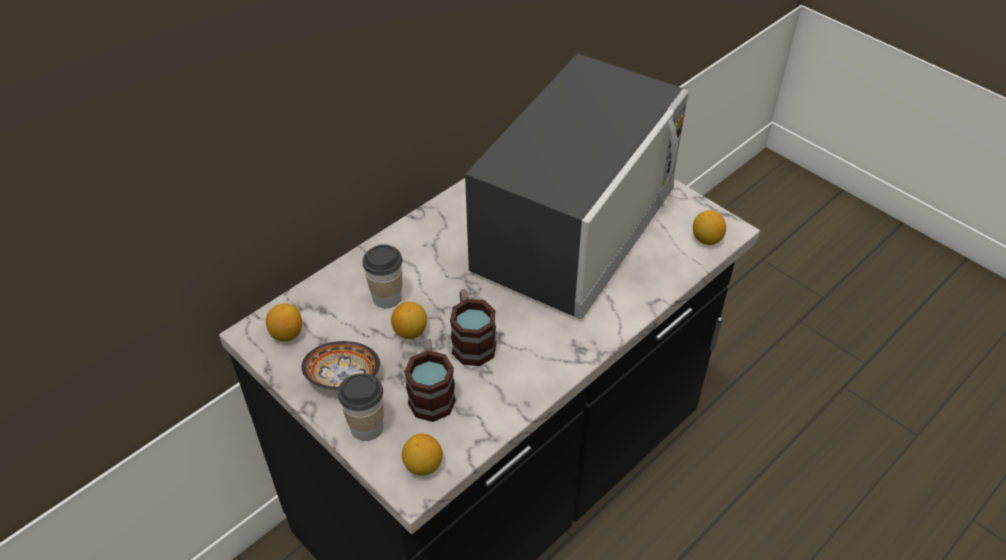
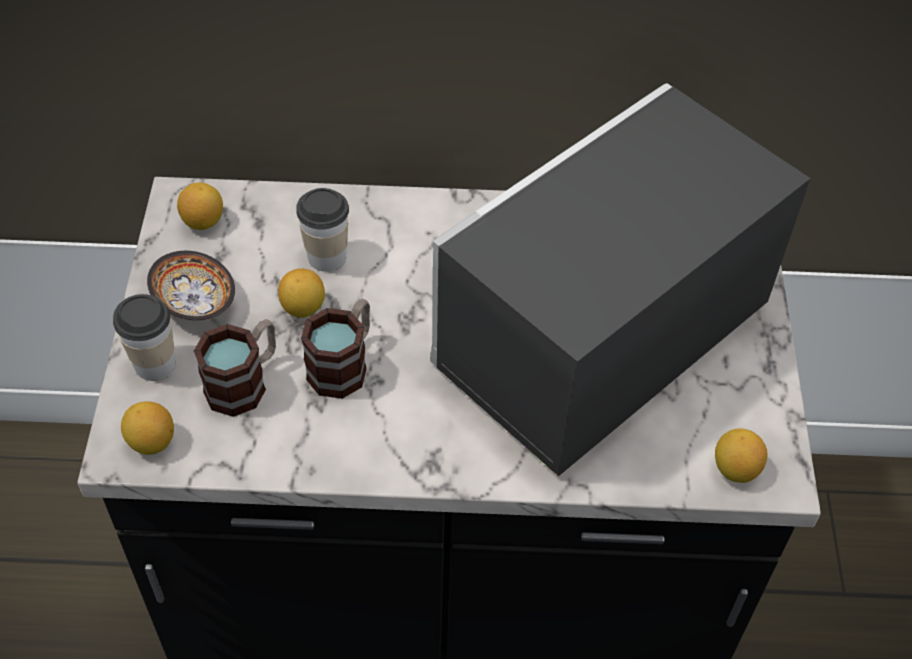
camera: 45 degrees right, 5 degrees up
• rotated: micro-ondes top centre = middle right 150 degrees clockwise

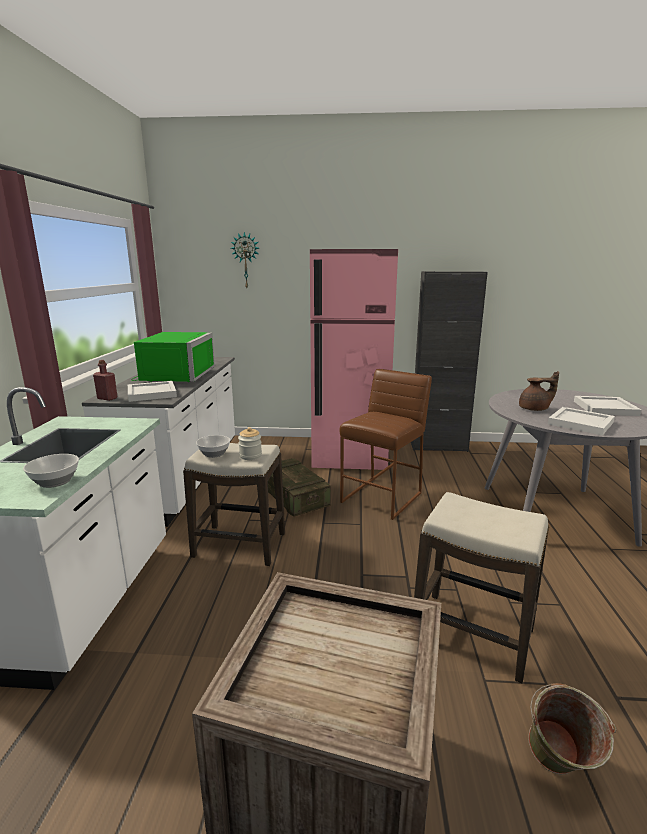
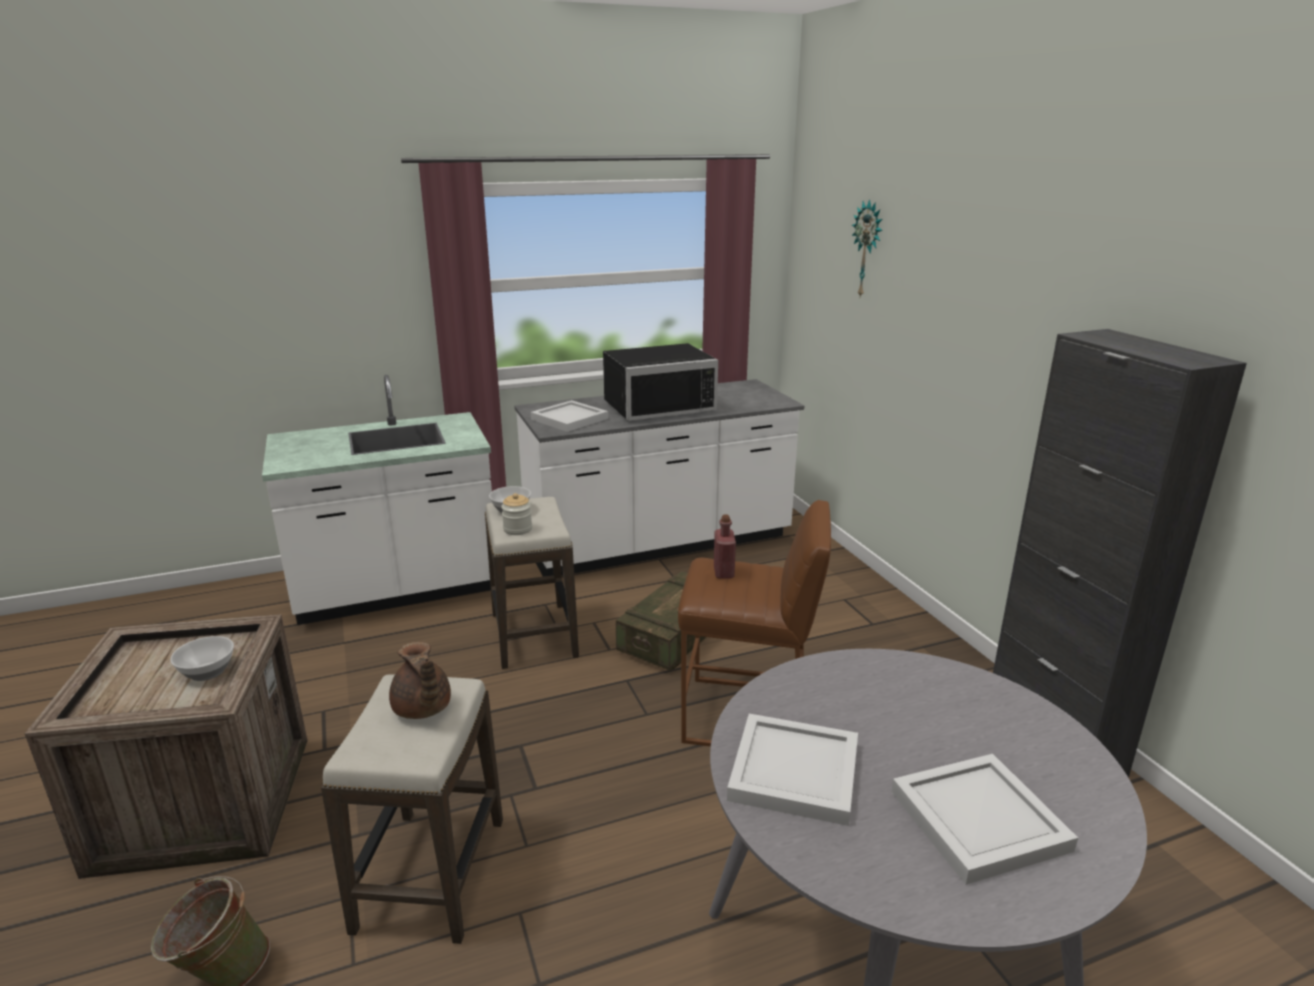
camera: 65 degrees right, 5 degrees up
• gone: réfrigérateur [rose] centre
• shifted: bol (no. 1 from left) middle left to bottom left
• shifted: bouteille [rouge] middle left to centre
• shifted: théière [marron] middle right to bottom left
• repainted: micro-ondes [vert] middle left to micro-ondes [noir] centre

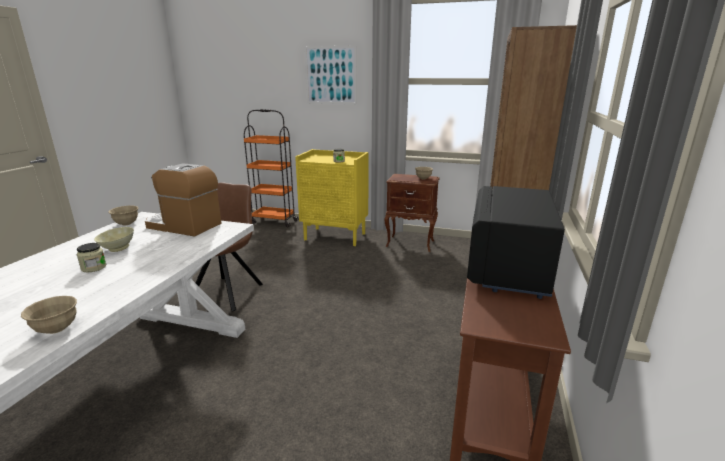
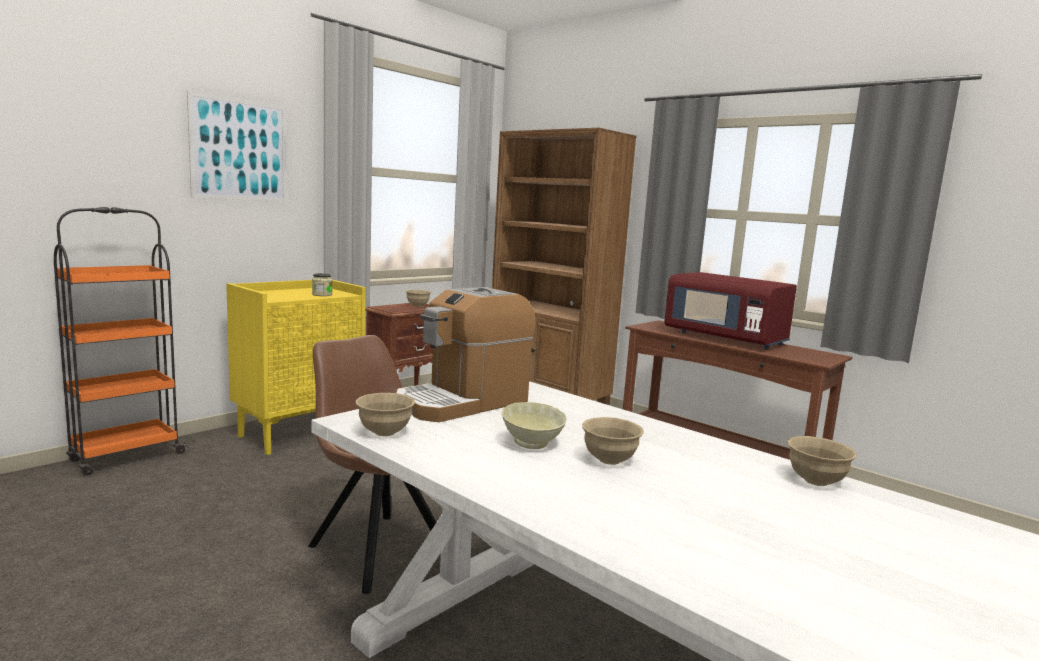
camera: 65 degrees left, 10 degrees down
• swapped: bocal (no. 1 from left) middle left to bol [beige] (no. 4 from left) bottom centre
• repainted: micro-ondes [noir] middle right to micro-ondes [rouge] middle right

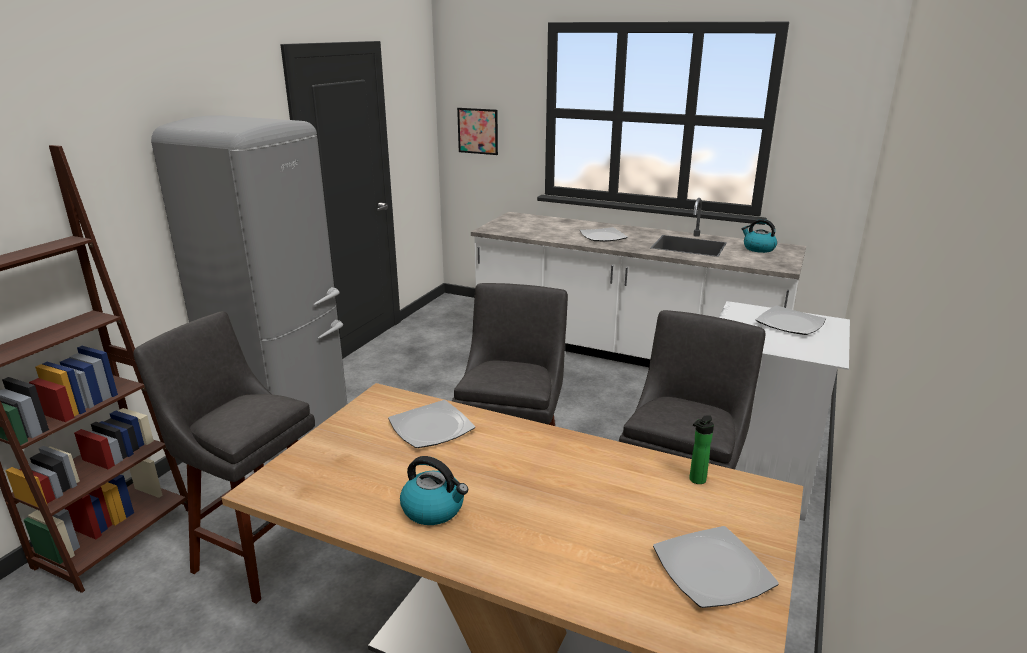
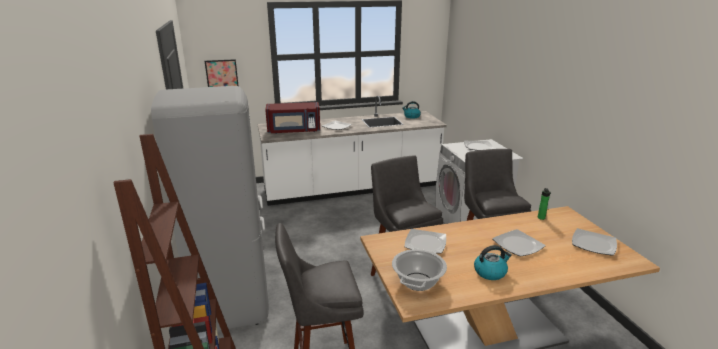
camera: 40 degrees left, 0 degrees up
• new: micro-ondes [rouge] centre
• new: marmite bottom centre
• new: assiette (no. 4 from left) bottom right

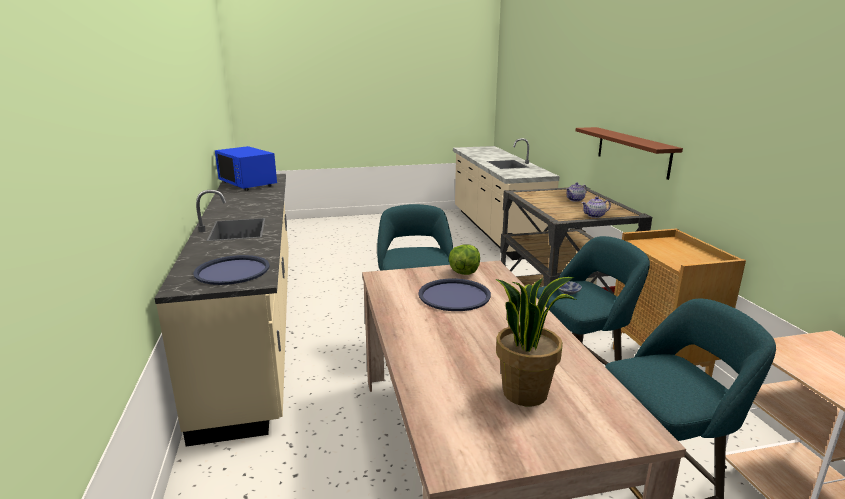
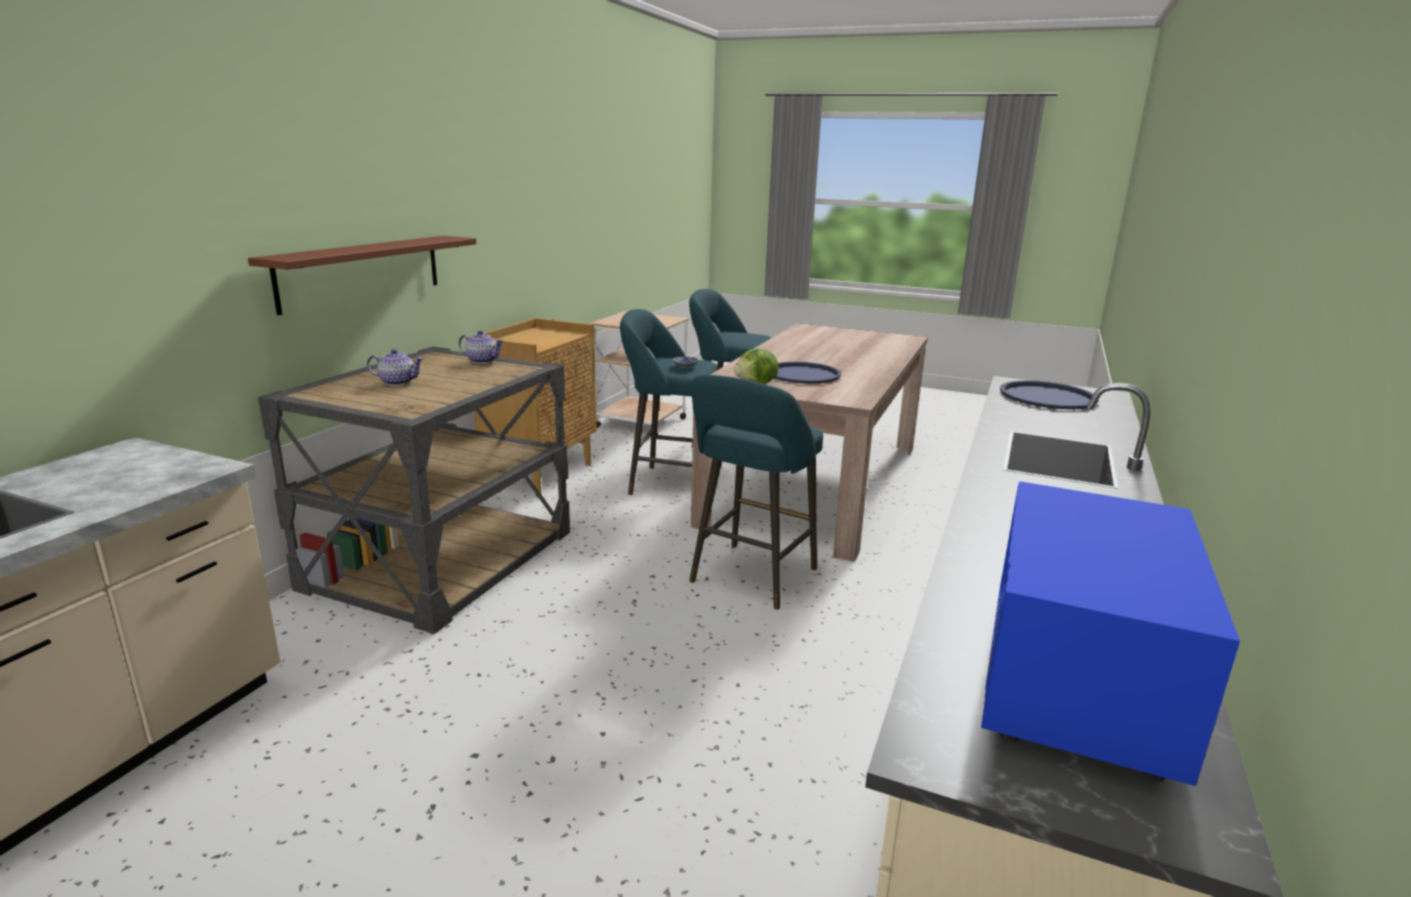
camera: 145 degrees left, 0 degrees up
• gone: plante en pot bottom centre
• rotated: micro-ondes [bleu] middle left = bottom right 150 degrees counterclockwise

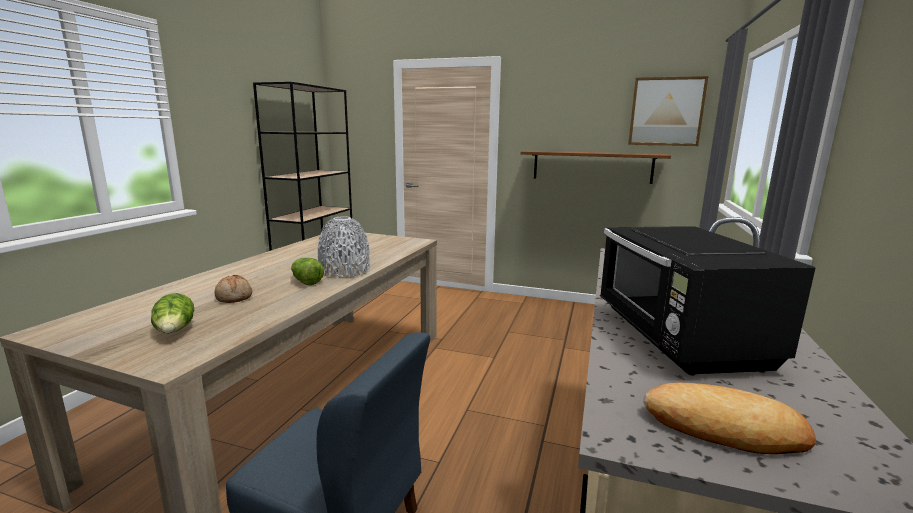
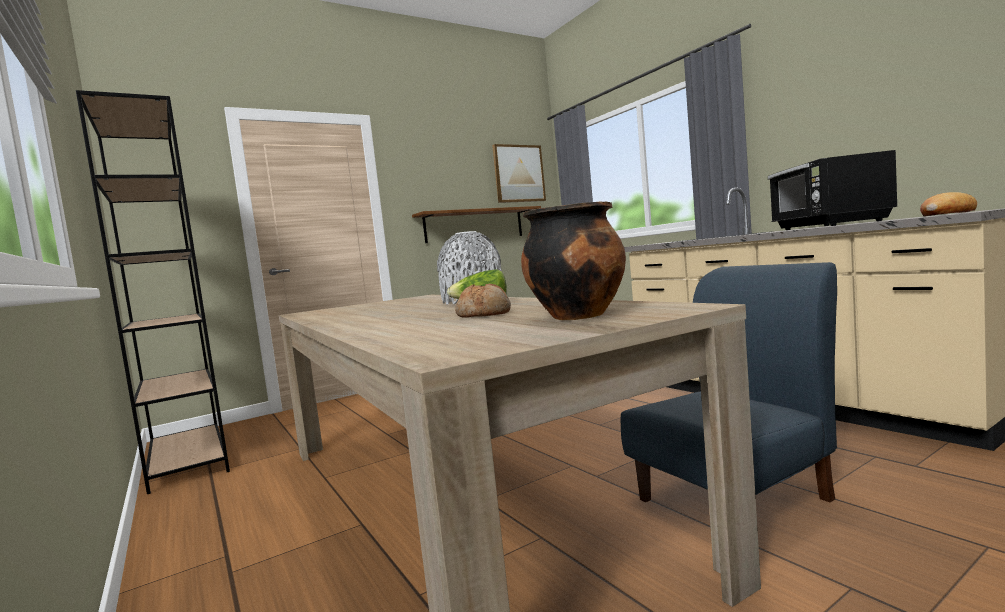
camera: 50 degrees left, 10 degrees down
• swapped: laitue (no. 1 from left) middle left to marmite centre
• rotated: micro-ondes [noir] middle right = top right 60 degrees clockwise

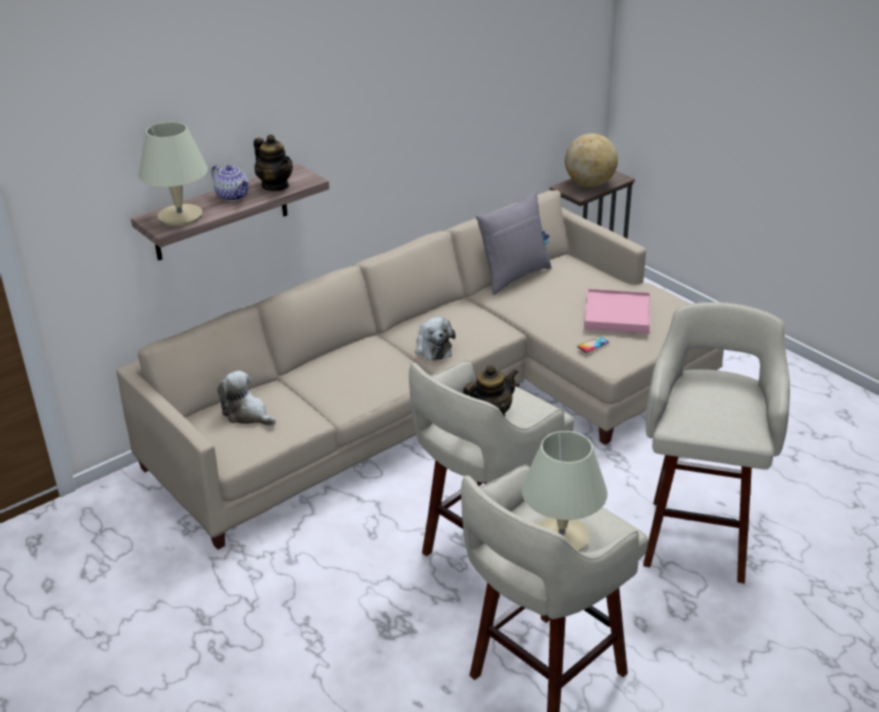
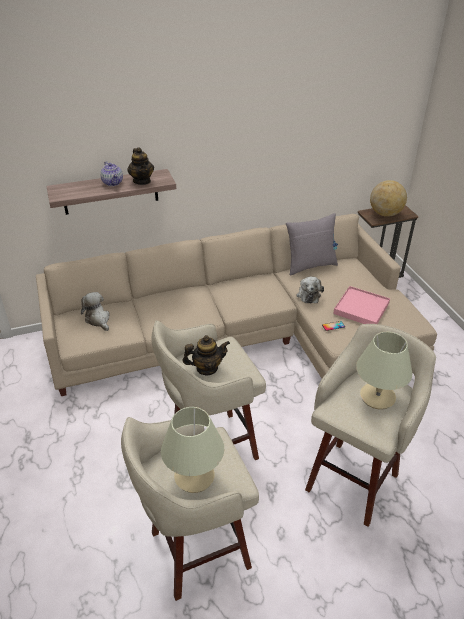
camera: 20 degrees right, 5 degrees up
• shifted: lampe de table [beige] (no. 1 from left in the first image) top left to lampe de table [beige] (no. 2 from left) middle right
• shifted: peluche (no. 2 from left) centre to middle right

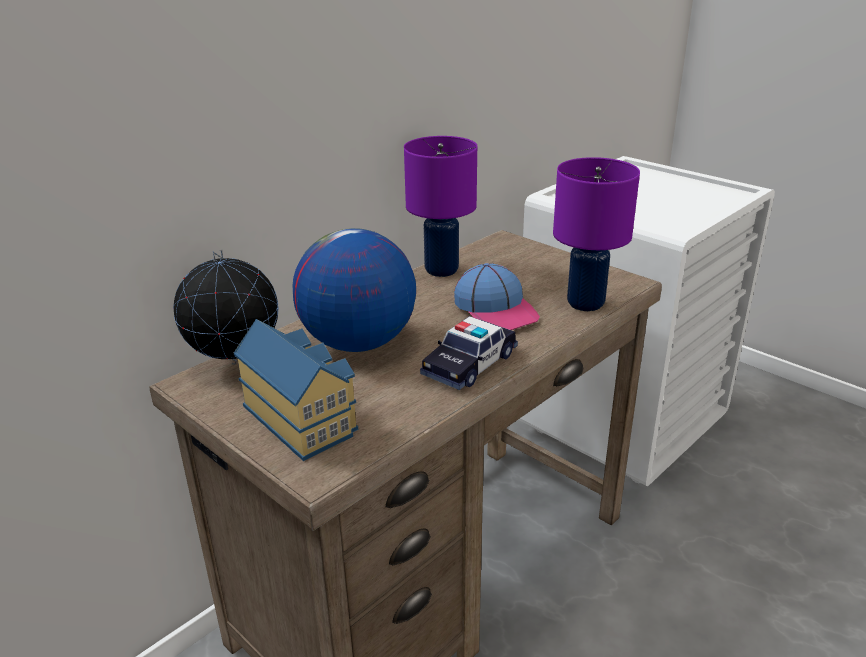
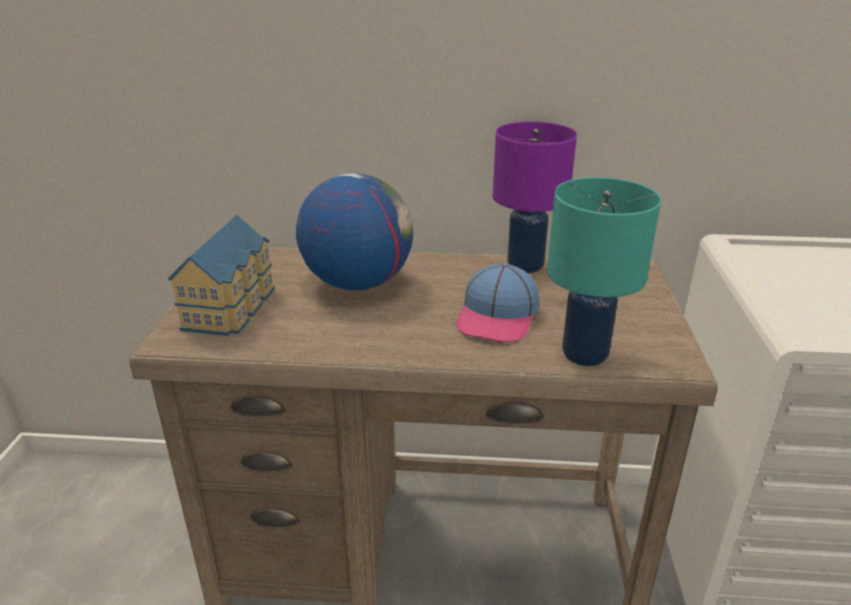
camera: 50 degrees right, 0 degrees up
• gone: globe (no. 1 from left) middle left
• gone: petite voiture centre
• repainted: lampe de table [violet] (no. 2 from left) middle right to lampe de table [turquoise] middle right

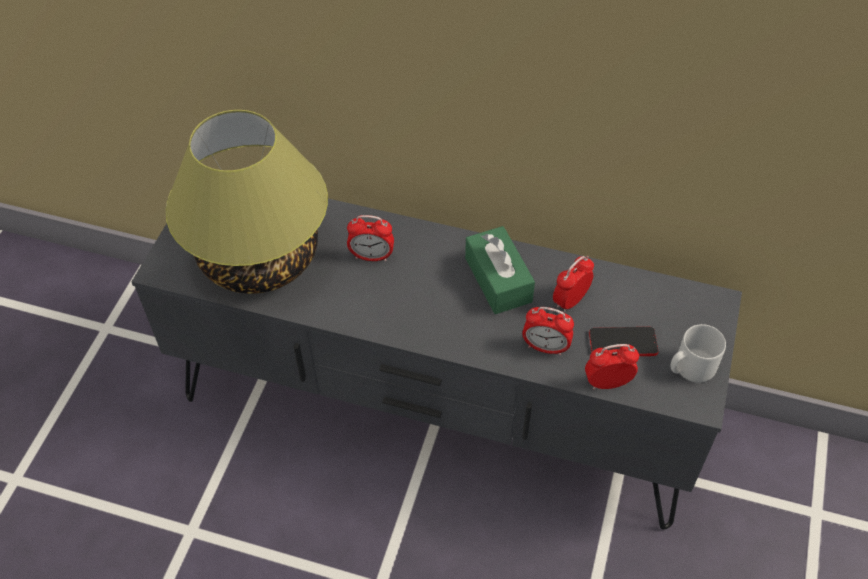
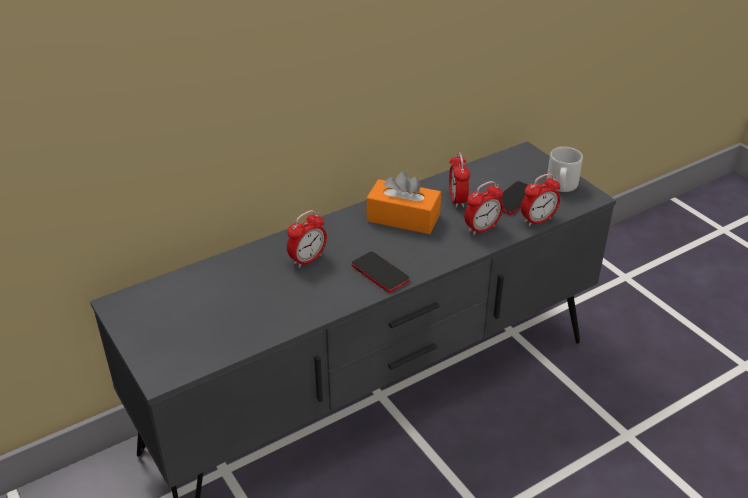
camera: 50 degrees left, 15 degrees down
• gone: lampe de table middle left
• new: téléphone (no. 1 from left) centre
• repainted: boîte à mouchoirs [vert] centre to boîte à mouchoirs [orange] centre
• rotated: réveil (no. 4 from left) middle right = middle right 150 degrees counterclockwise

